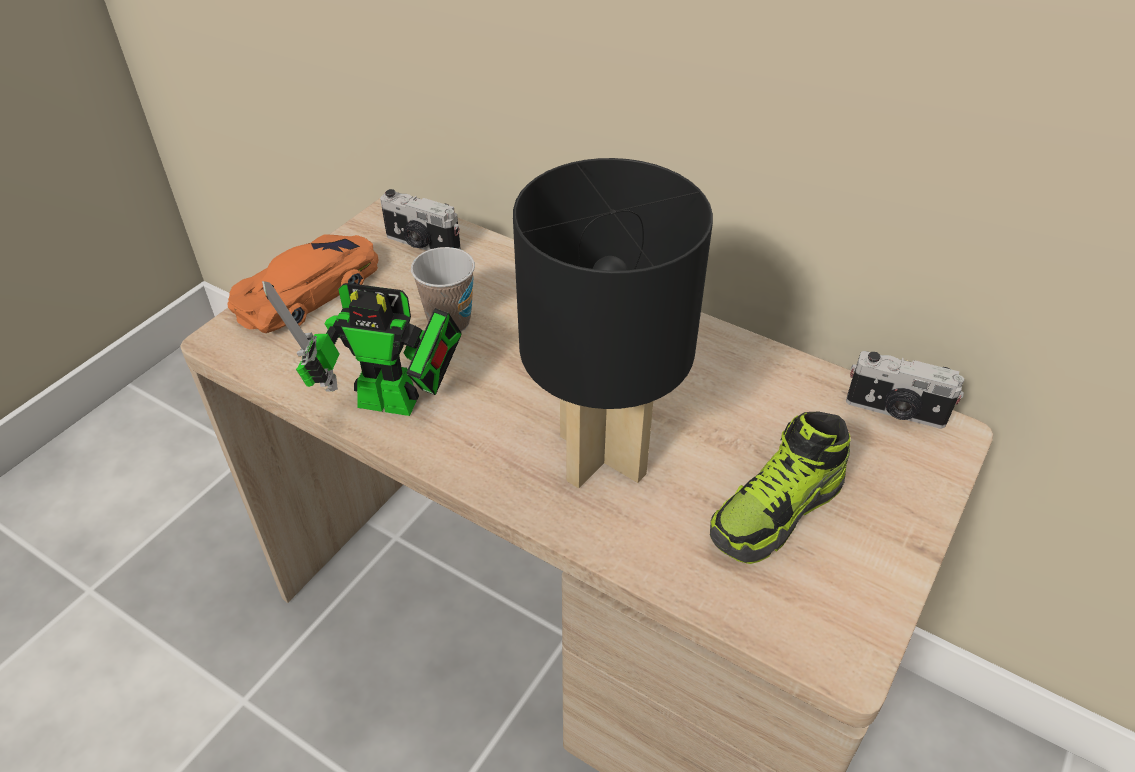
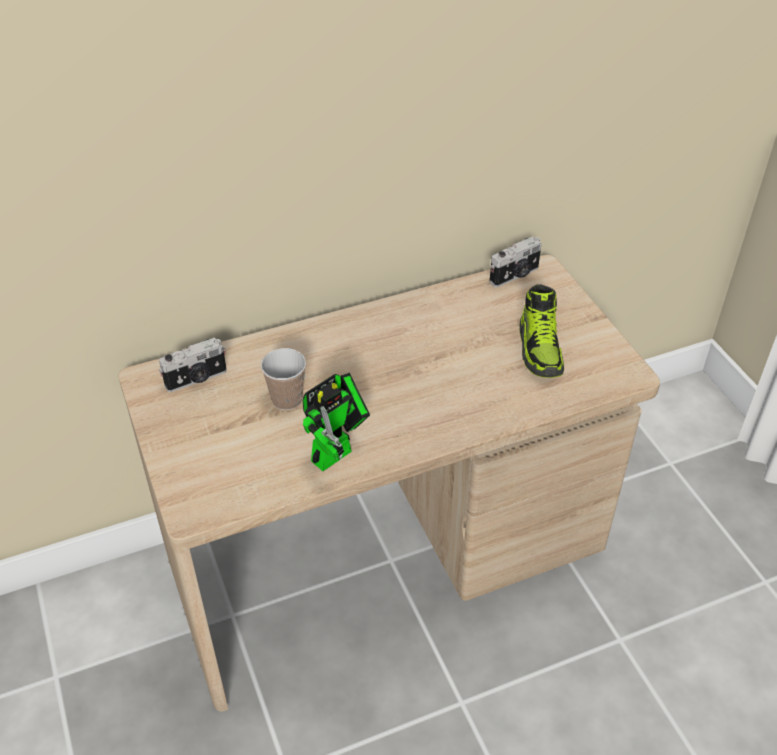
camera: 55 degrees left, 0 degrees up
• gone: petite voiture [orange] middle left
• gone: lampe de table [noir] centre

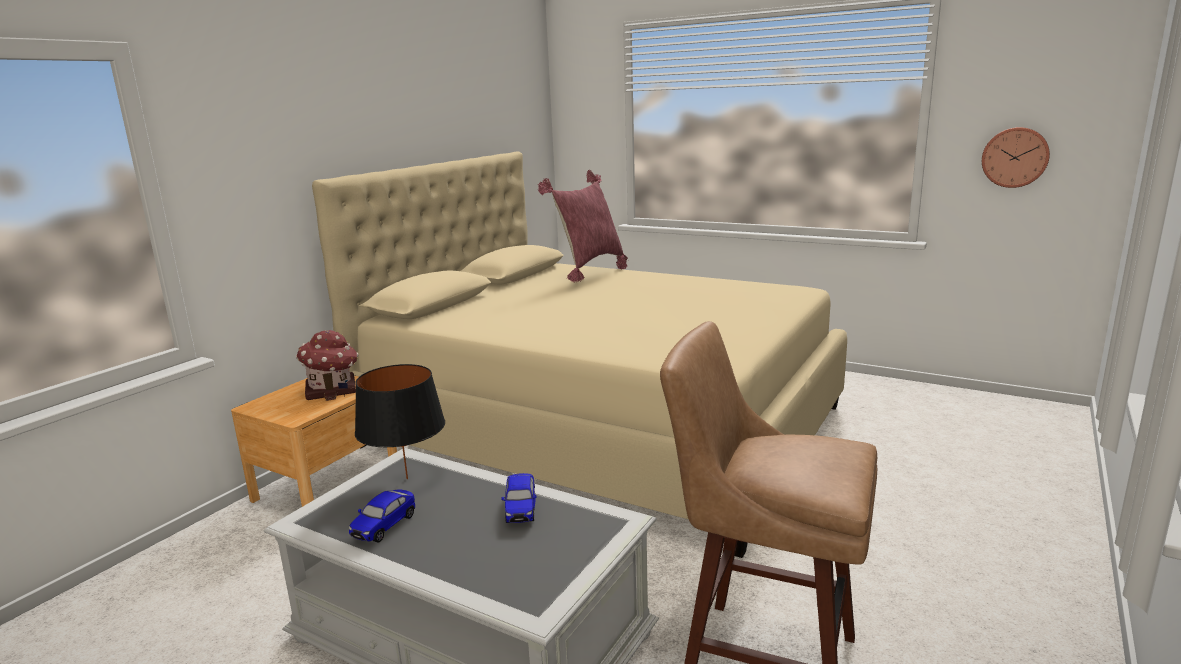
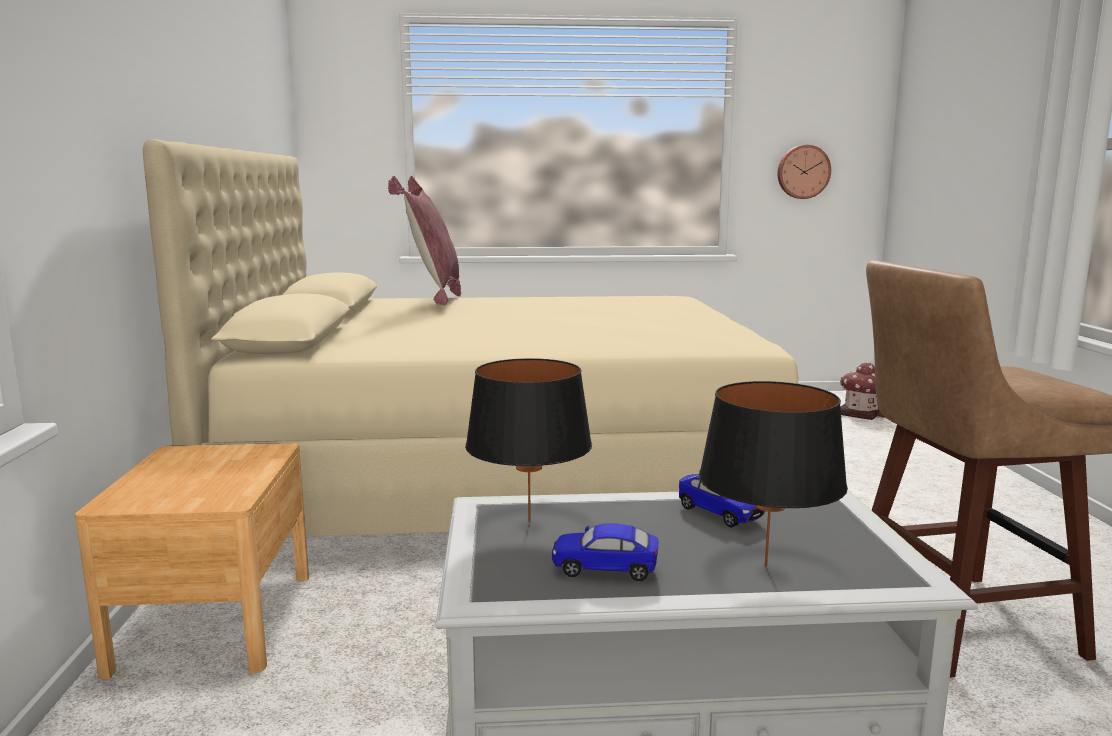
camera: 35 degrees left, 5 degrees down
• new: lampe de table [noir] (no. 2 from left) middle right
• shifted: maison miniature middle left to middle right
• rotated: petite voiture (no. 1 from left) bottom left = bottom centre 105 degrees clockwise

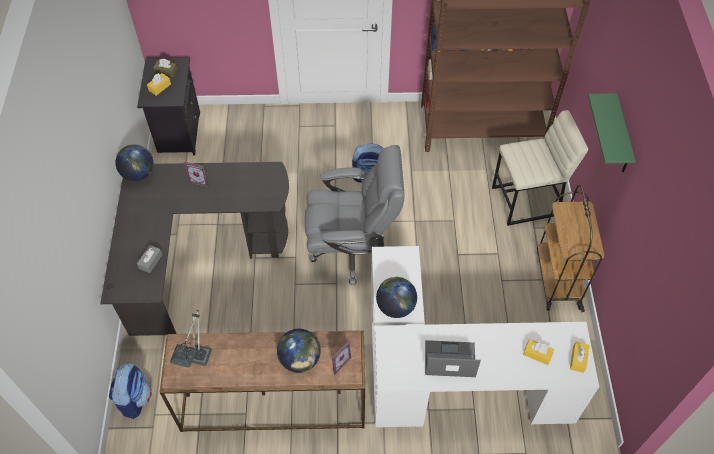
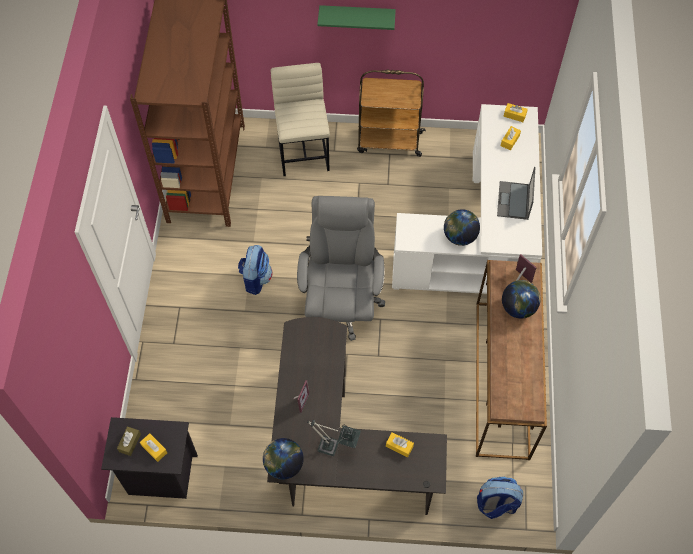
camera: 85 degrees left, 5 degrees up
• shifted: lampe de table bottom left to bottom centre
• repainted: boîte à mouchoirs [gris] middle left to boîte à mouchoirs [jaune] (no. 2 from left) bottom centre

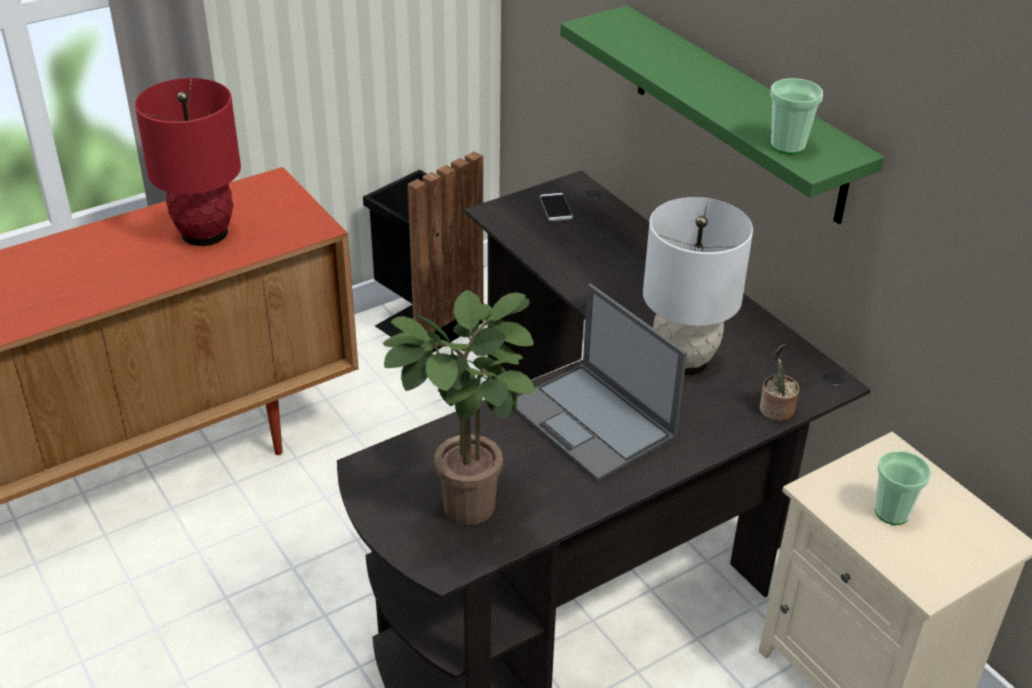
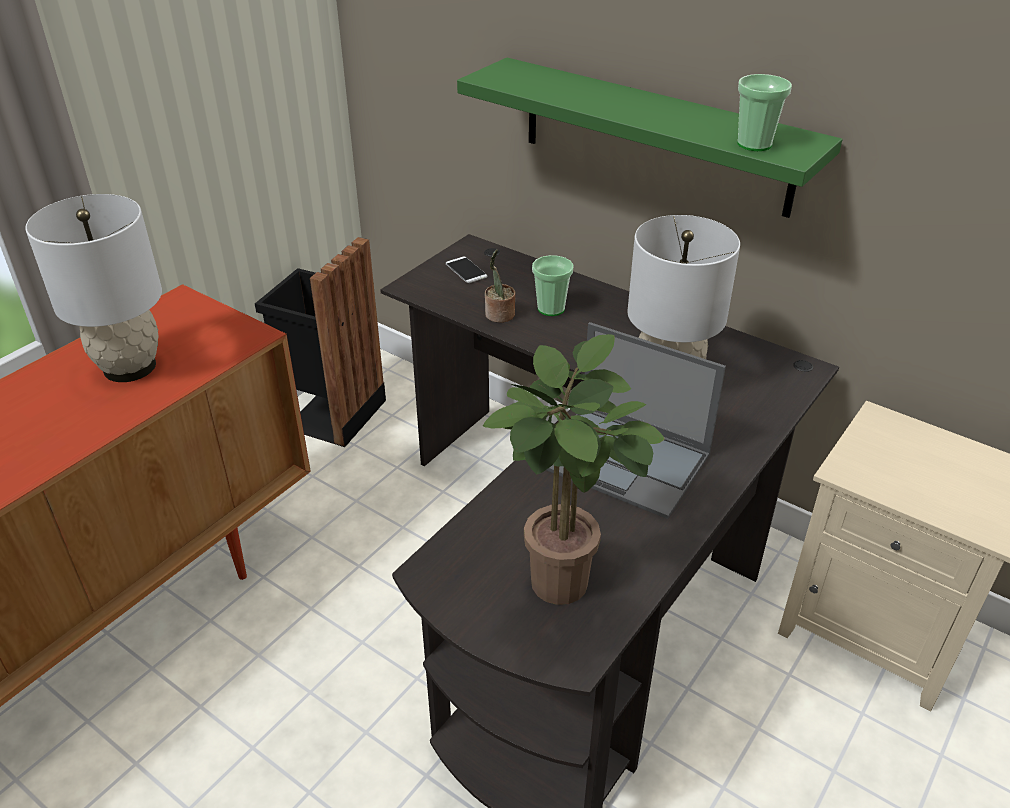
camera: 20 degrees left, 0 degrees up
• shifted: plante en pot (no. 2 from left in the first image) middle right to plante en pot (no. 1 from left) centre
• shifted: tasse (no. 2 from left in the first image) bottom right to tasse (no. 1 from left) centre
• repainted: lampe de table [rouge] top left to lampe de table [blanc] (no. 1 from left) middle left

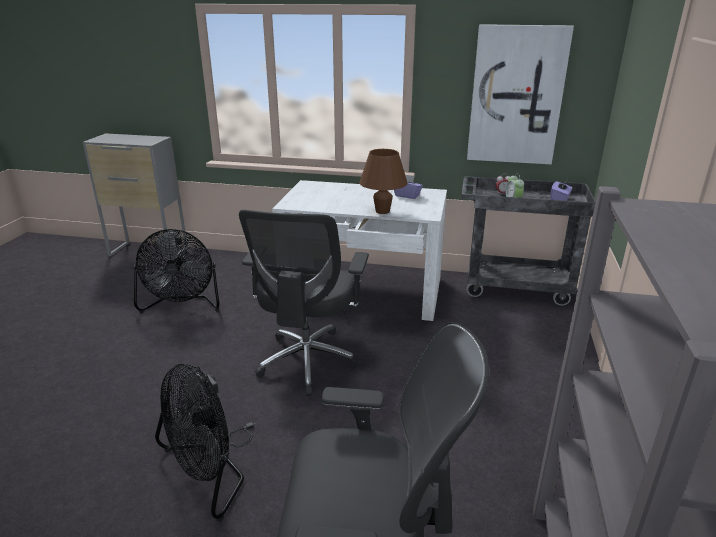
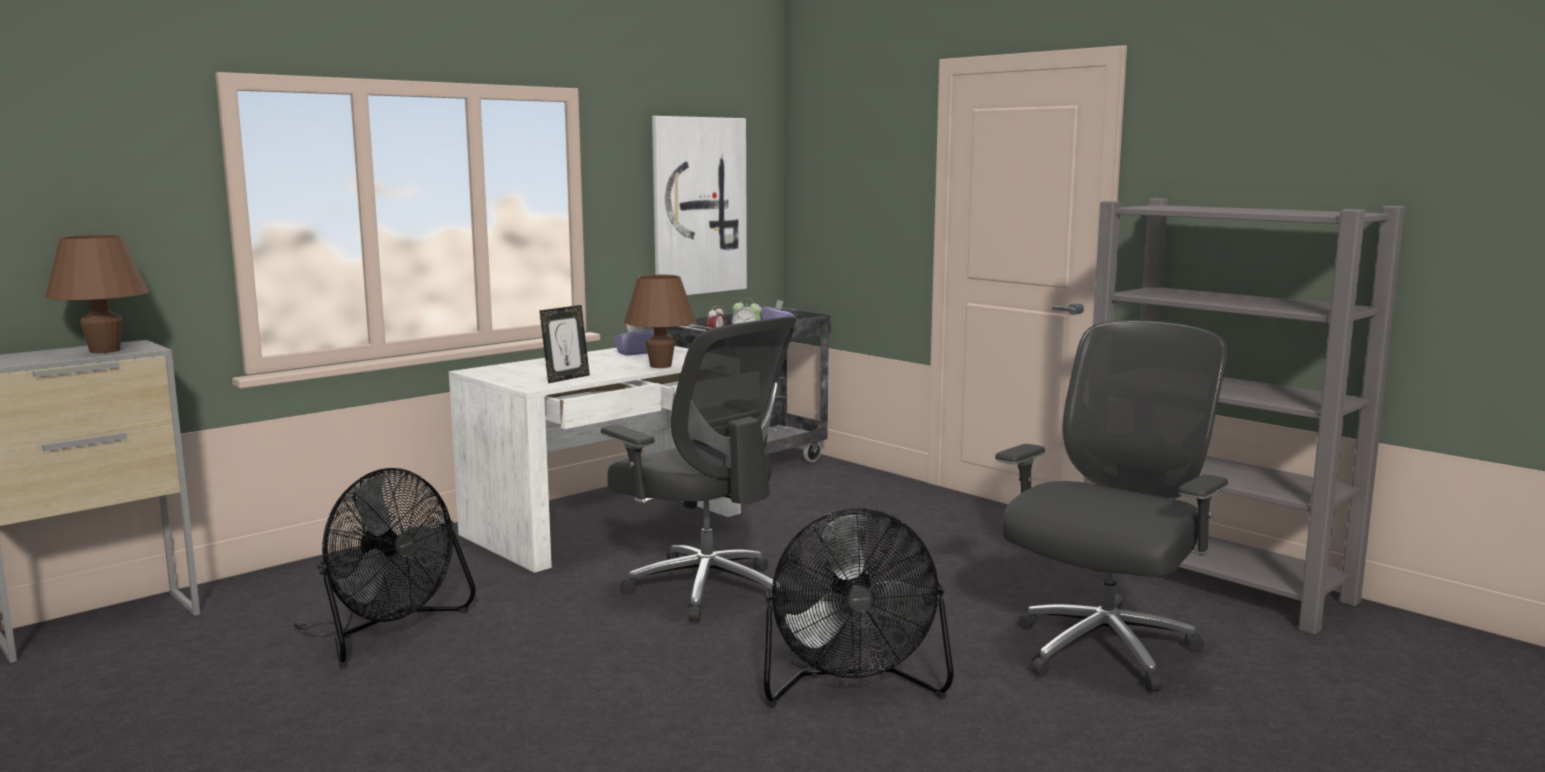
camera: 55 degrees left, 15 degrees down
• new: lampe de table [marron] (no. 1 from left) middle left
• new: cadre photo centre

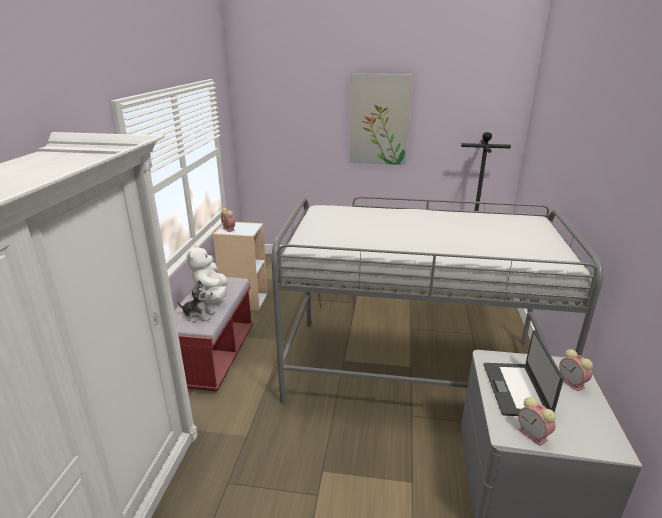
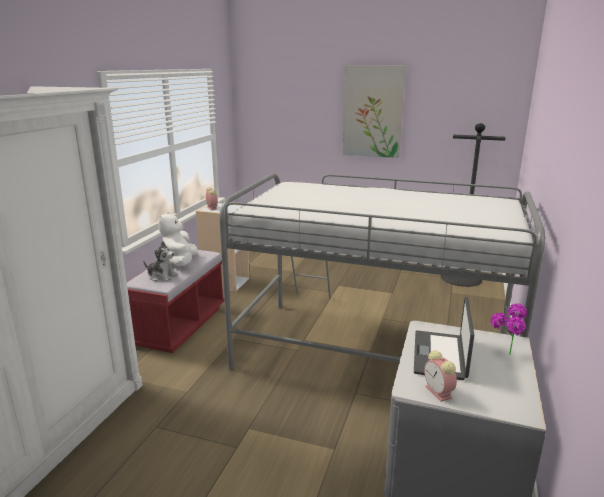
camera: 10 degrees right, 5 degrees down
• swapped: réveil (no. 3 from left) bottom right to plante en pot middle right

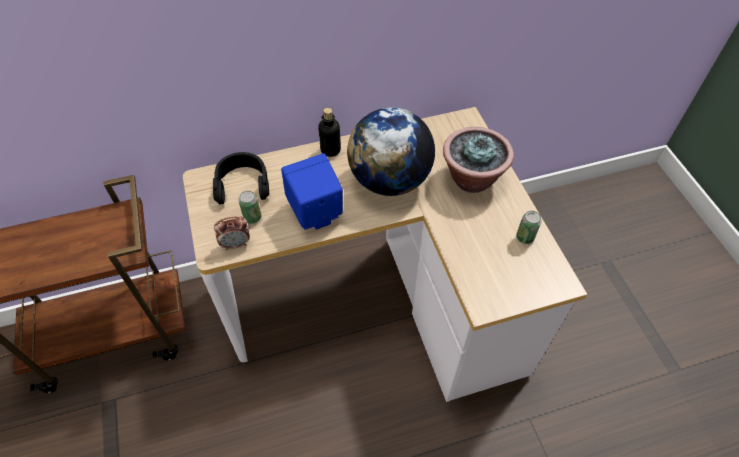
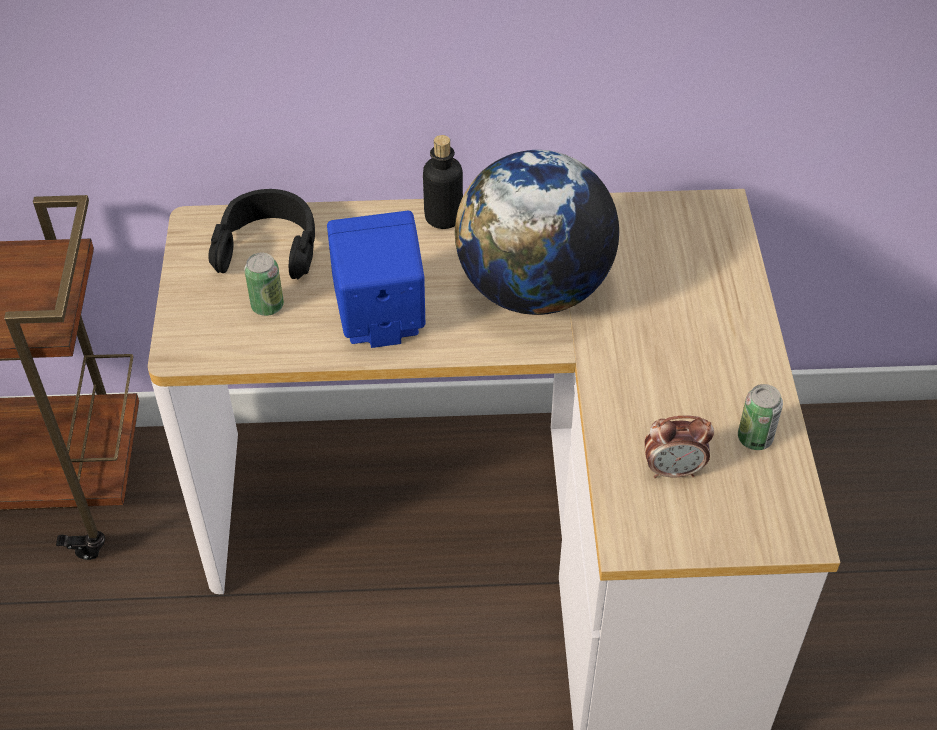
camera: 15 degrees right, 5 degrees down
• gone: plante en pot centre
• shifted: réveil middle left to middle right

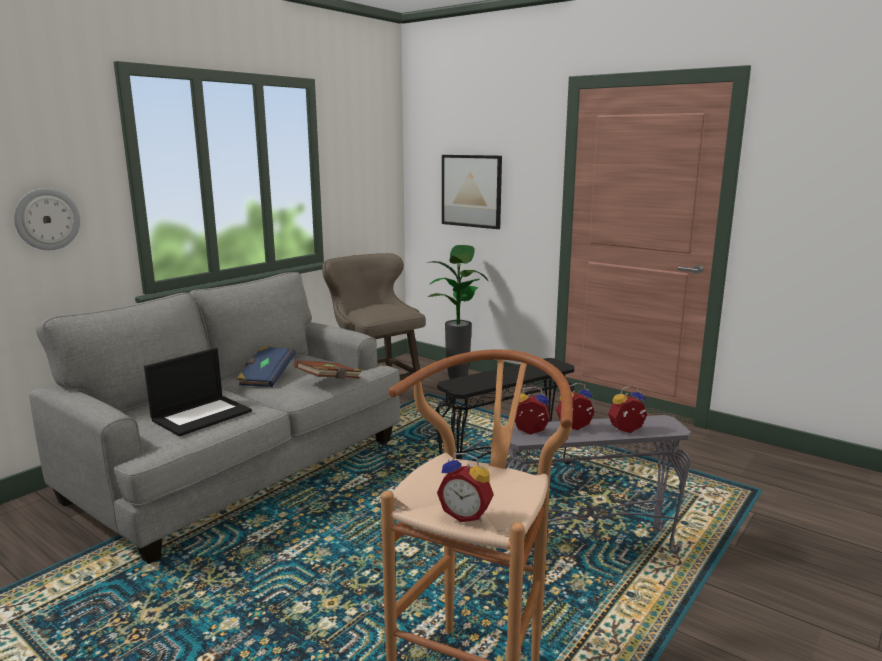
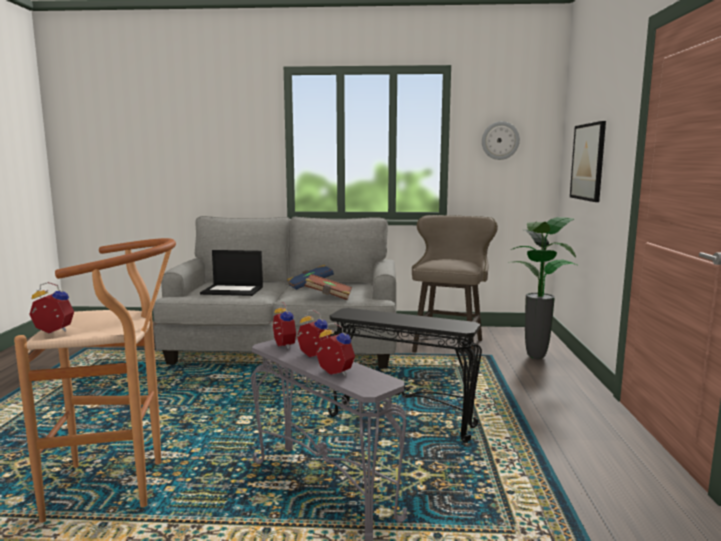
camera: 55 degrees right, 5 degrees down
• shifted: horloge murale top left to top right
• rotated: réveil (no. 1 from left) bottom centre = middle left 105 degrees clockwise

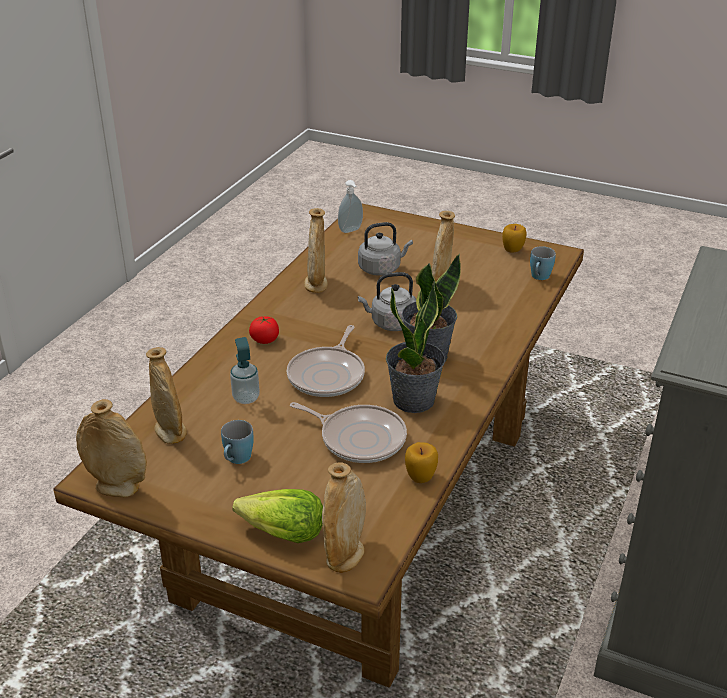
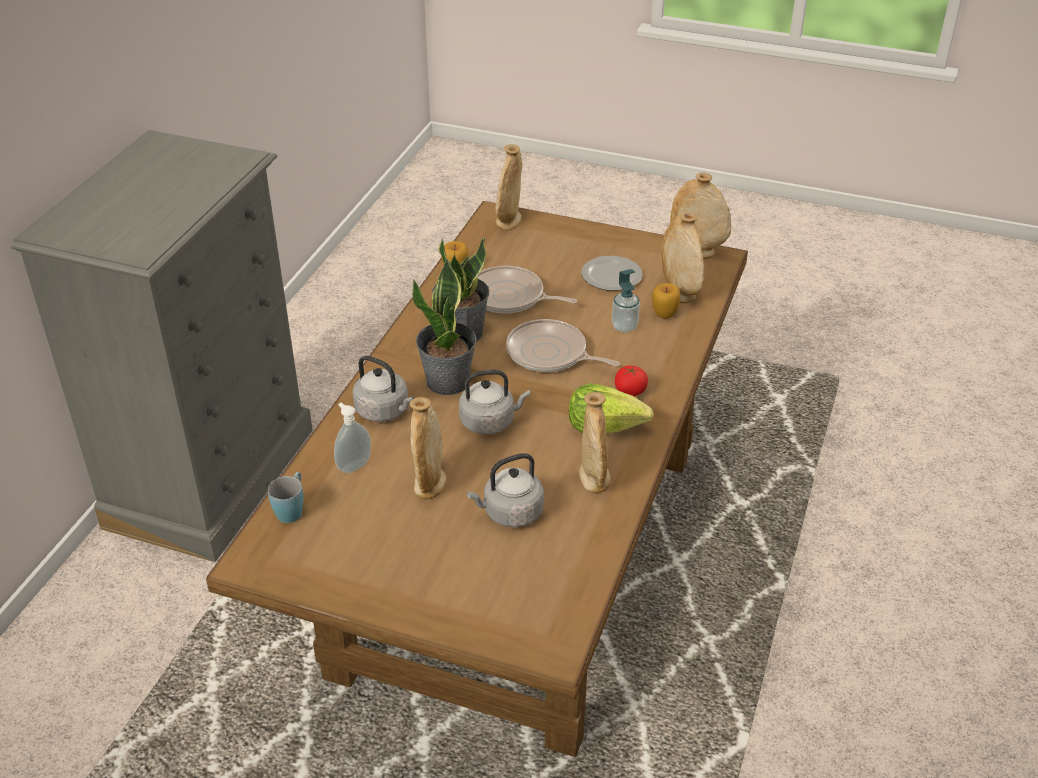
camera: 175 degrees right, 5 degrees up
• new: bouilloire [gris] (no. 1 from left) centre
• shifted: laitue bottom centre to centre
• shifted: distributeur de savon (no. 2 from left in the first image) top centre to distributeur de savon (no. 1 from left) centre
• shifted: pomme (no. 2 from left) middle right to centre
• swapped: mug [bleu] (no. 1 from left) middle left to assiette centre
• rotated: poêle (no. 1 from left in the first image) centre = centre 75 degrees counterclockwise

